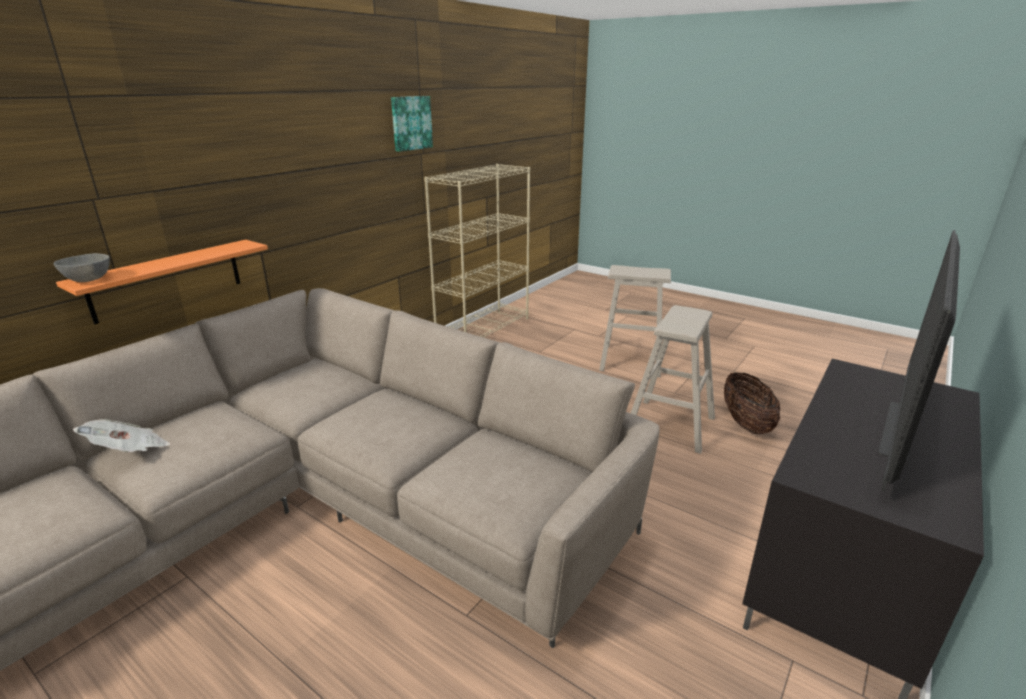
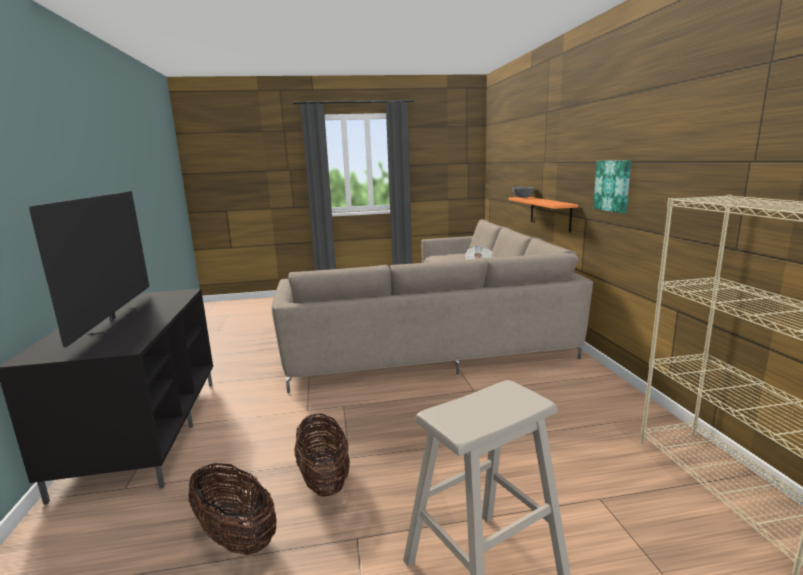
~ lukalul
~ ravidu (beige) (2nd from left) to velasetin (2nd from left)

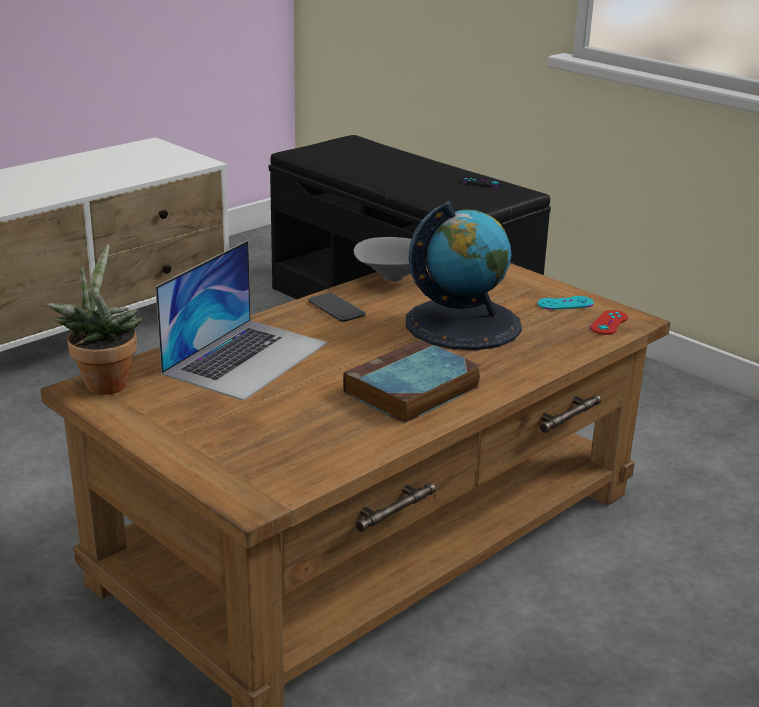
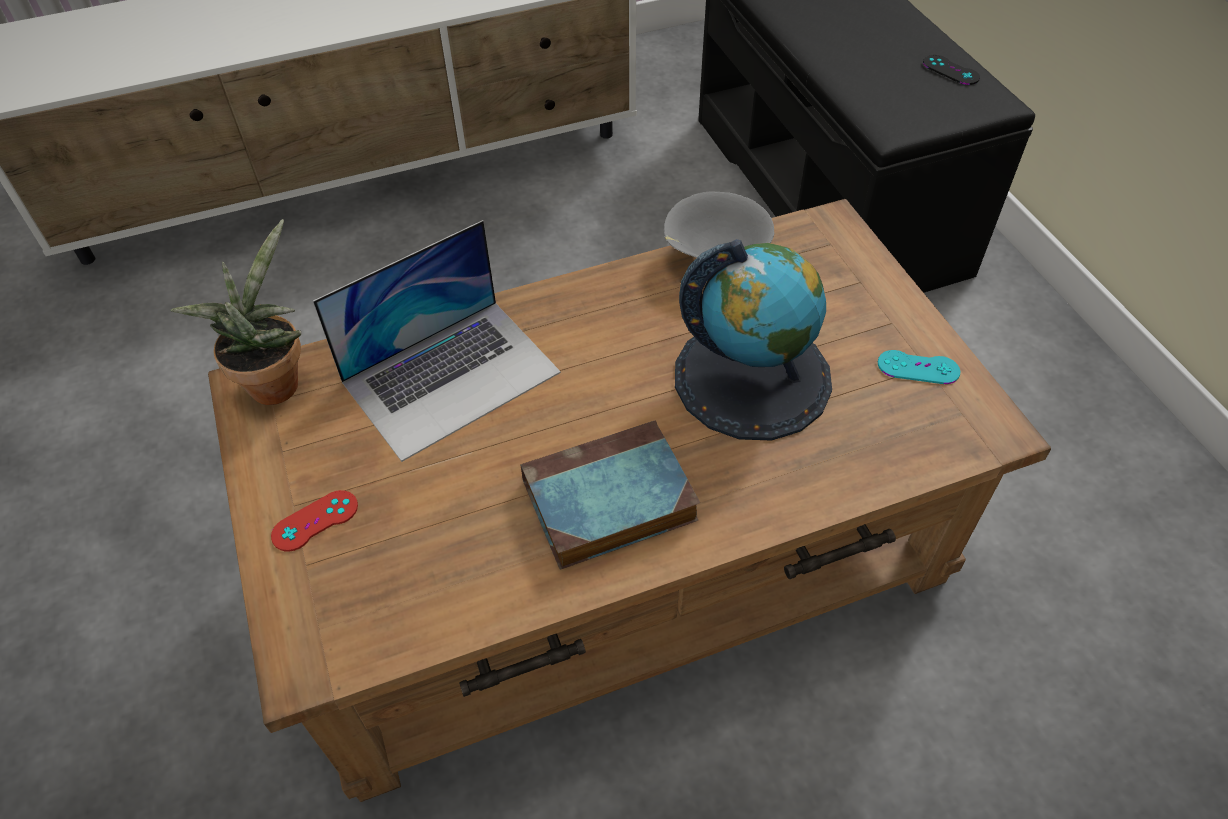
- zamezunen
~ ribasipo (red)

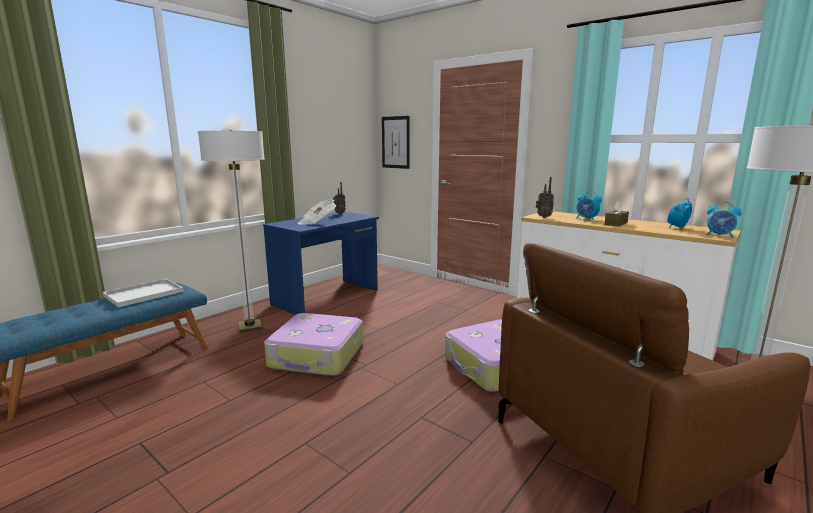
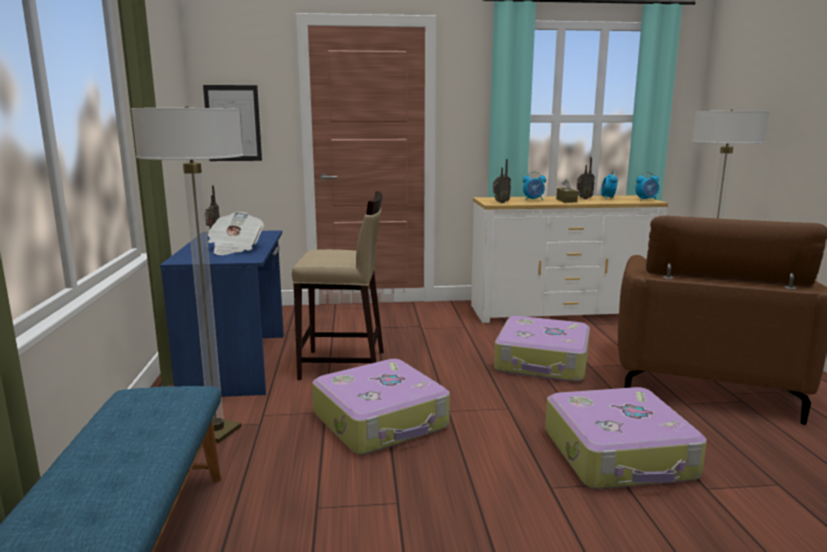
- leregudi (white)
+ ravidu (beige)
+ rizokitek (3rd from left)
+ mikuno (3rd from left)

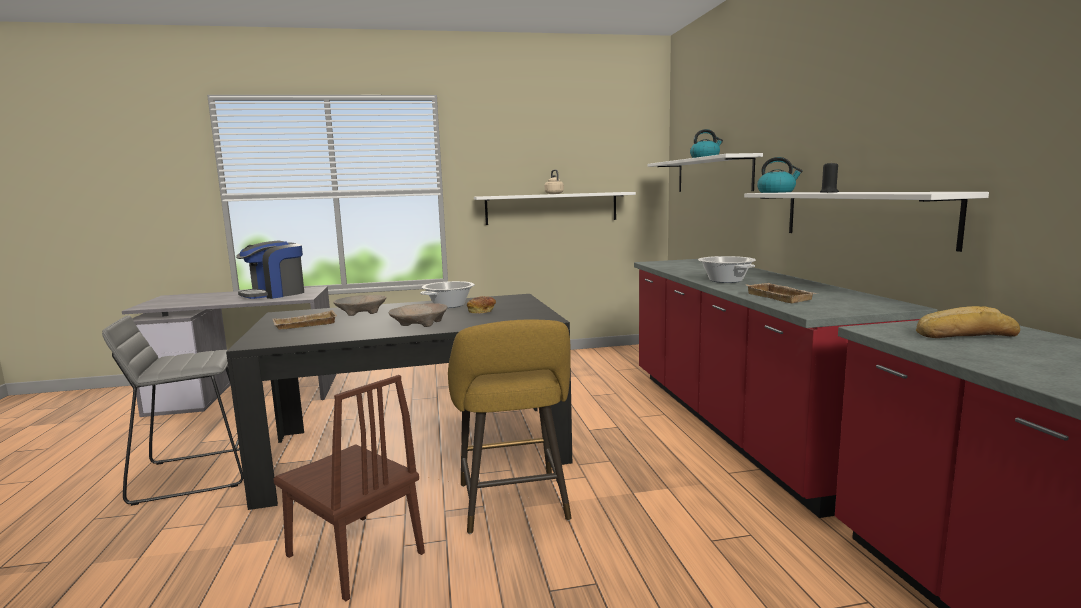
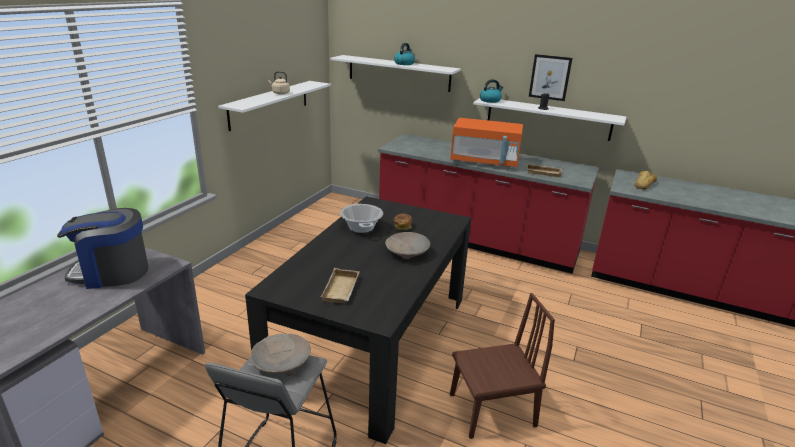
- ravidu (yellow)
+ lukalul
~ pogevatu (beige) (1st from left)
~ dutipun (2nd from left) to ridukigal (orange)
~ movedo 90 degrees clockwise

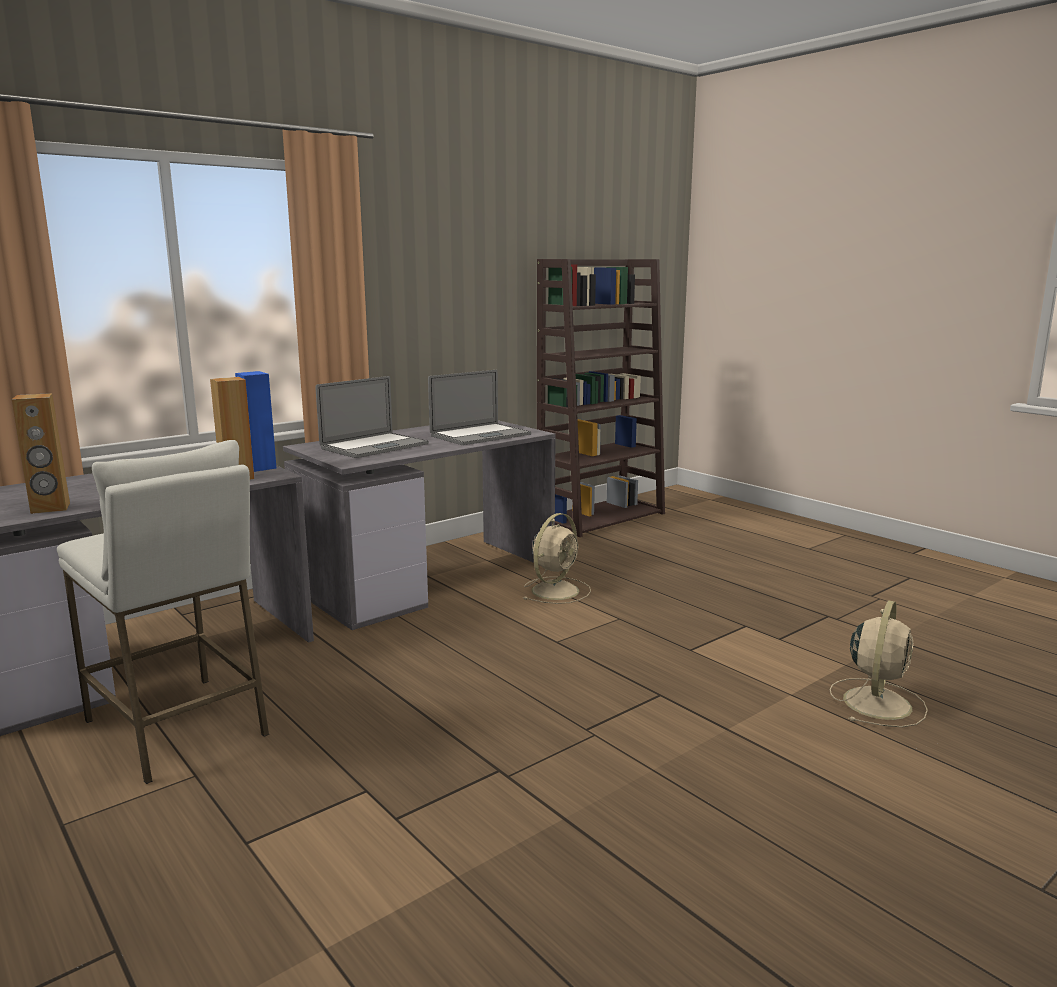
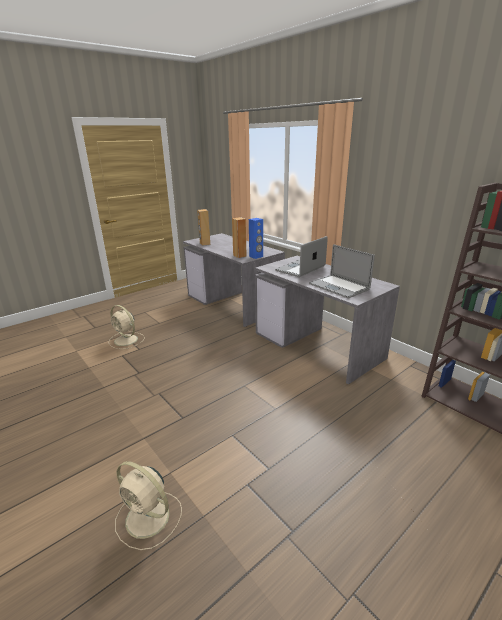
- ravidu (white)
~ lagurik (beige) (1st from left)
~ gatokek (1st from left) 90 degrees clockwise

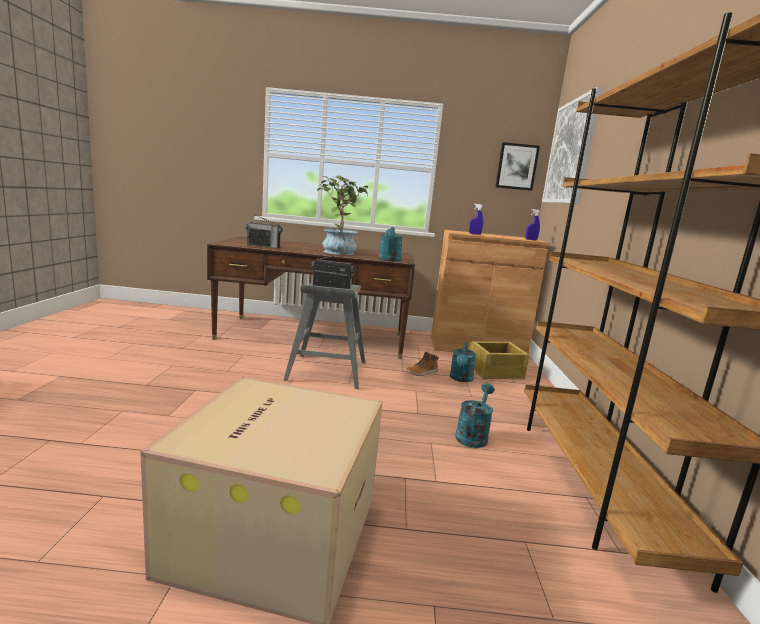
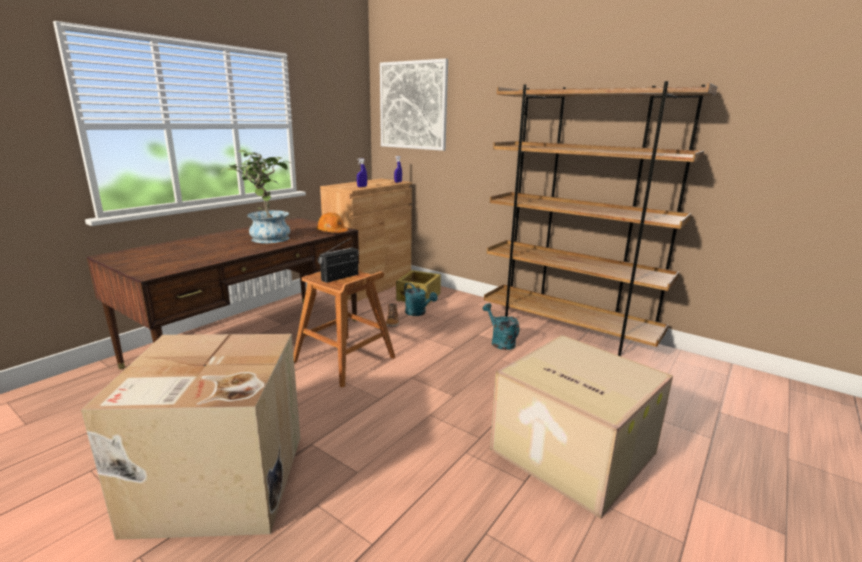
- mikuno (1st from left)
- lukalul (1st from left)
+ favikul (1st from left)
~ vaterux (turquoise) (1st from left) to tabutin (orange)
~ ravidu (grey) to ravidu (brown)

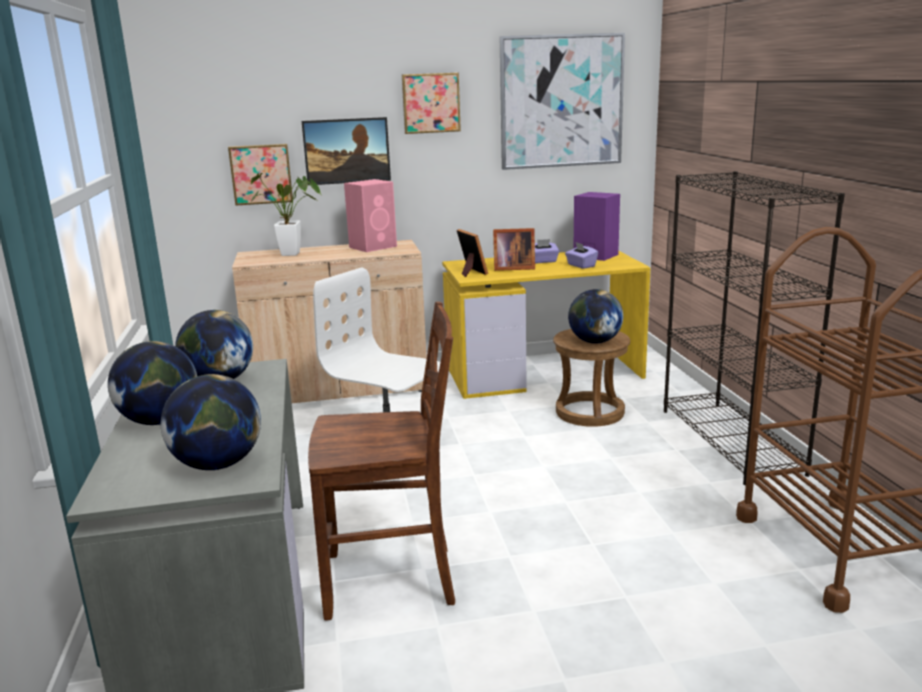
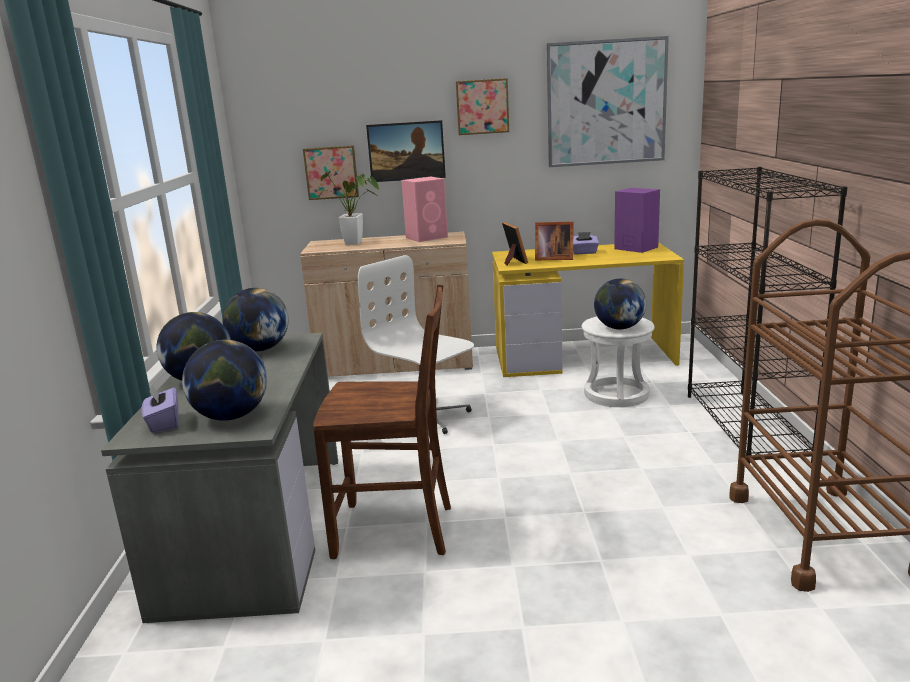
~ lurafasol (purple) (2nd from left in the first image) to lurafasol (purple) (1st from left)
~ ravidu (brown) to ravidu (white)

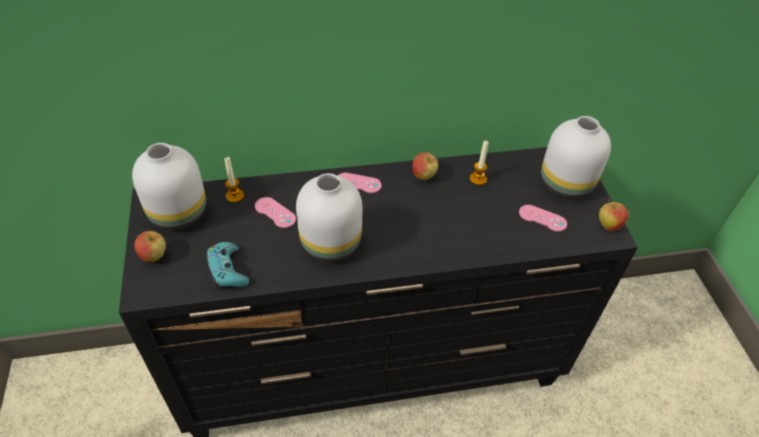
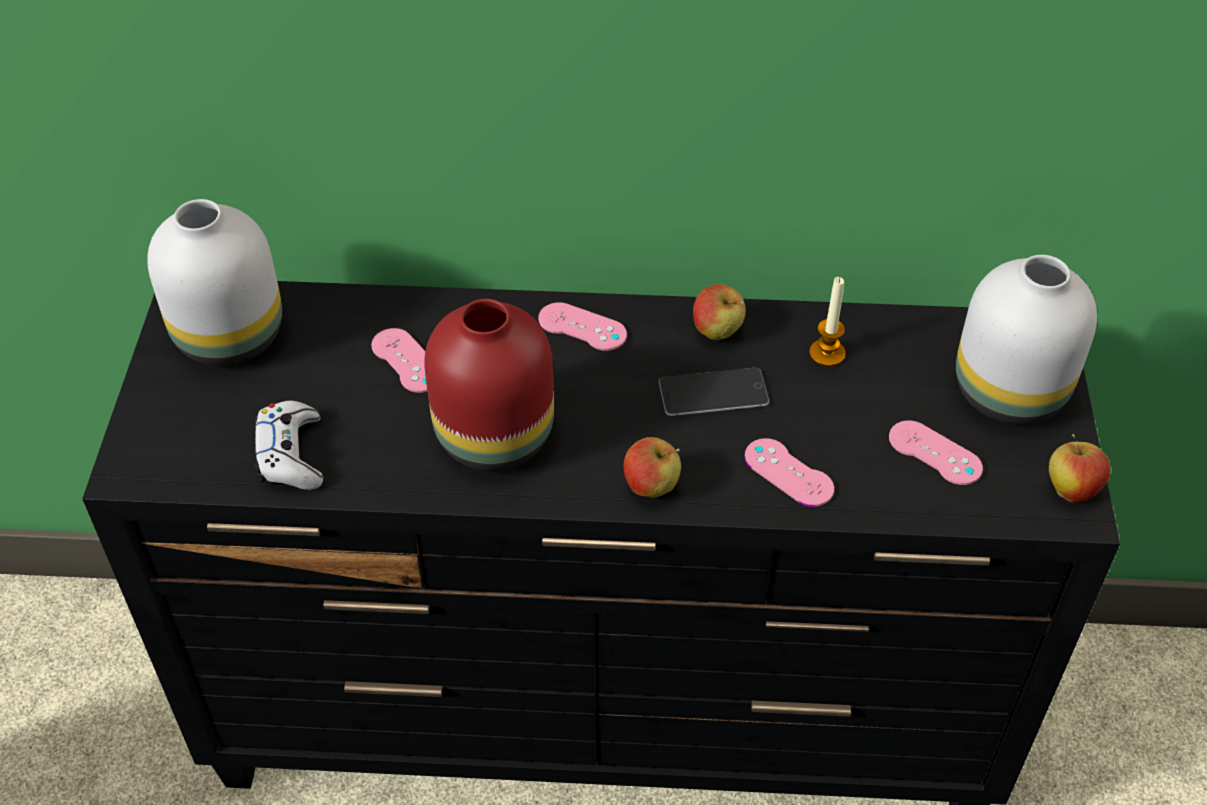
- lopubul (1st from left)
+ zamezunen
+ ribasipo (pink) (3rd from left)
~ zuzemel (1st from left)
~ ribasipo (turquoise) to ribasipo (white)
~ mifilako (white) (2nd from left) to mifilako (red)

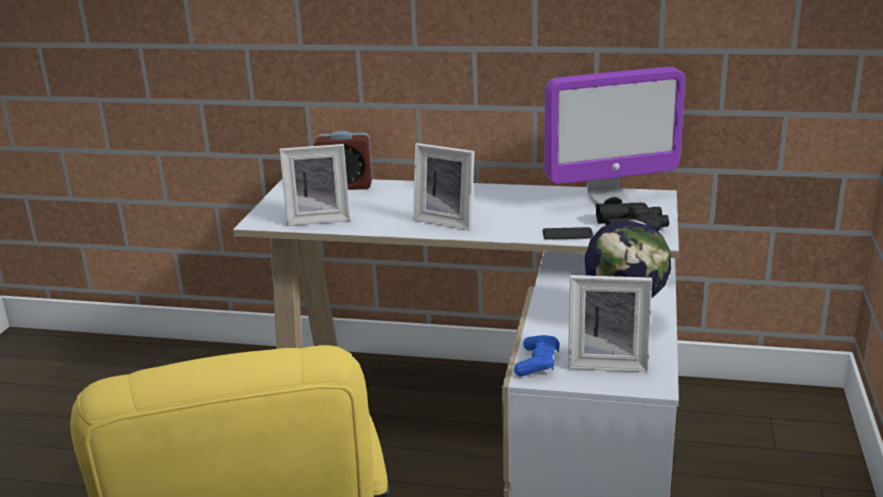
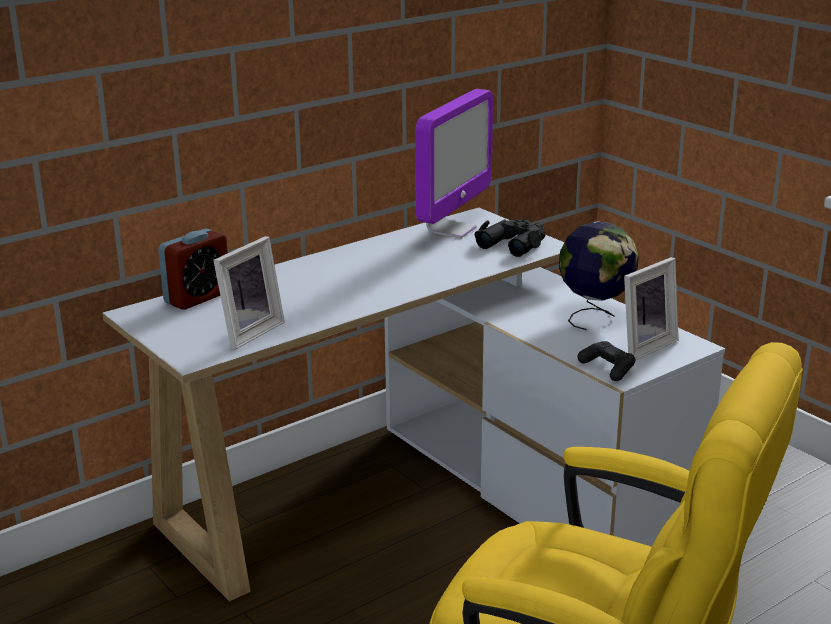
- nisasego (2nd from left)
- zamezunen
~ ribasipo (blue) to ribasipo (black)

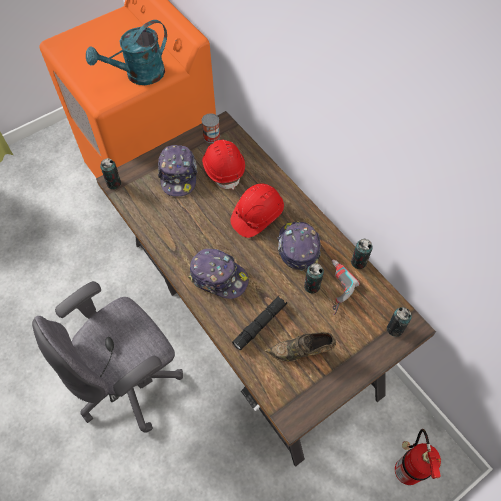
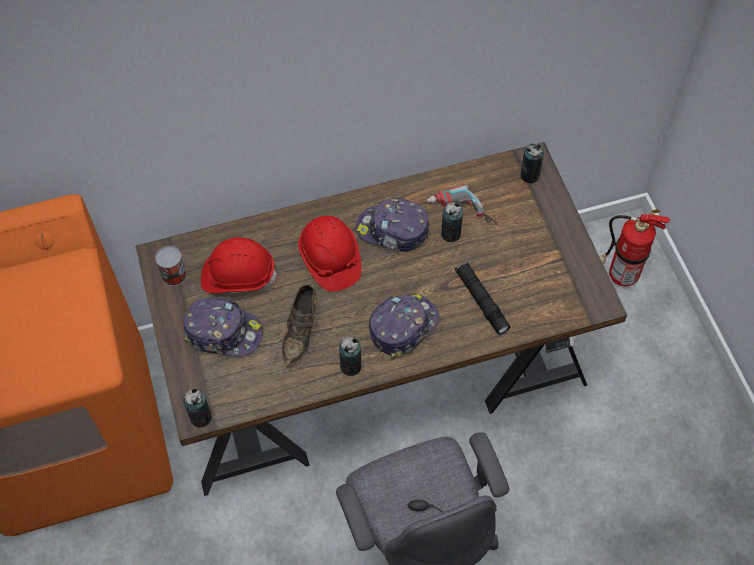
- vaterux (turquoise)
~ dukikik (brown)
~ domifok (4th from left in the first image) to domifok (3rd from left)

